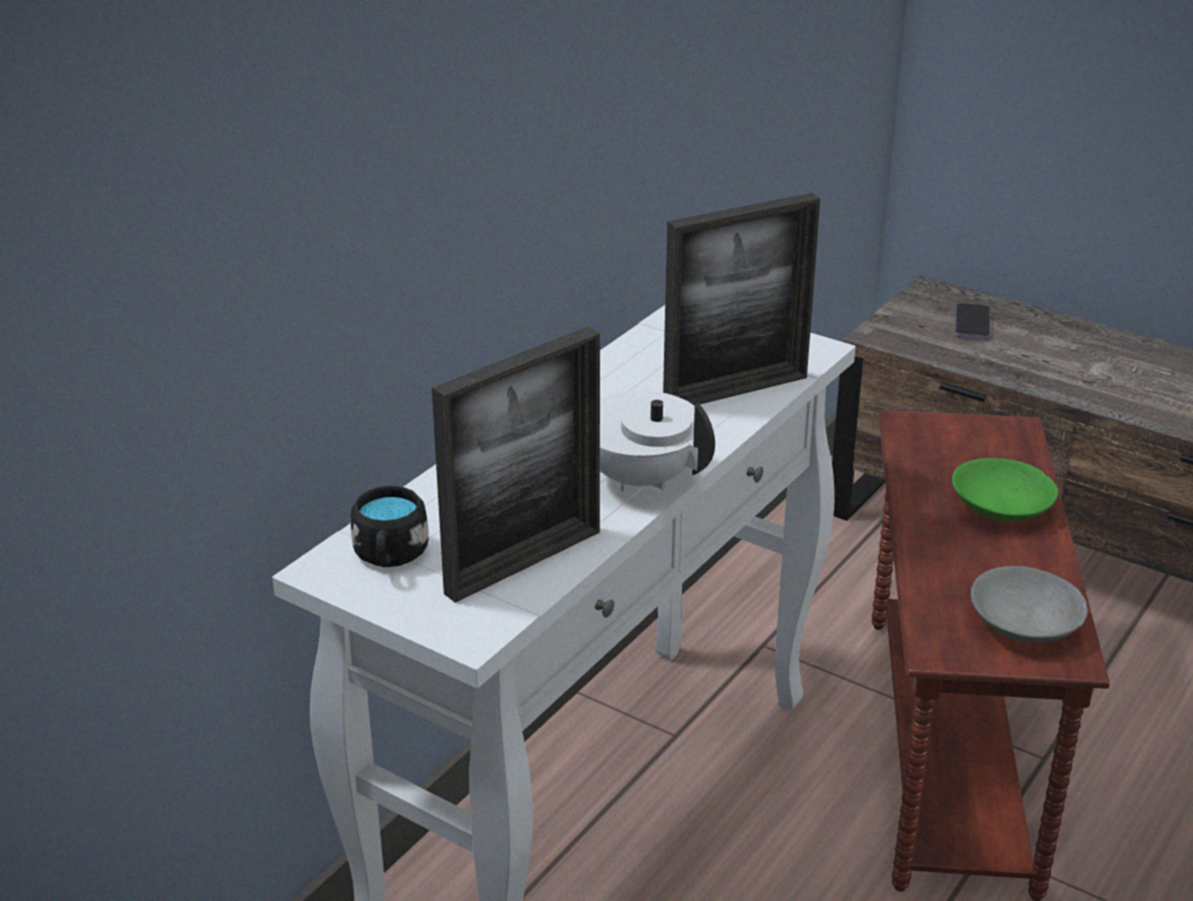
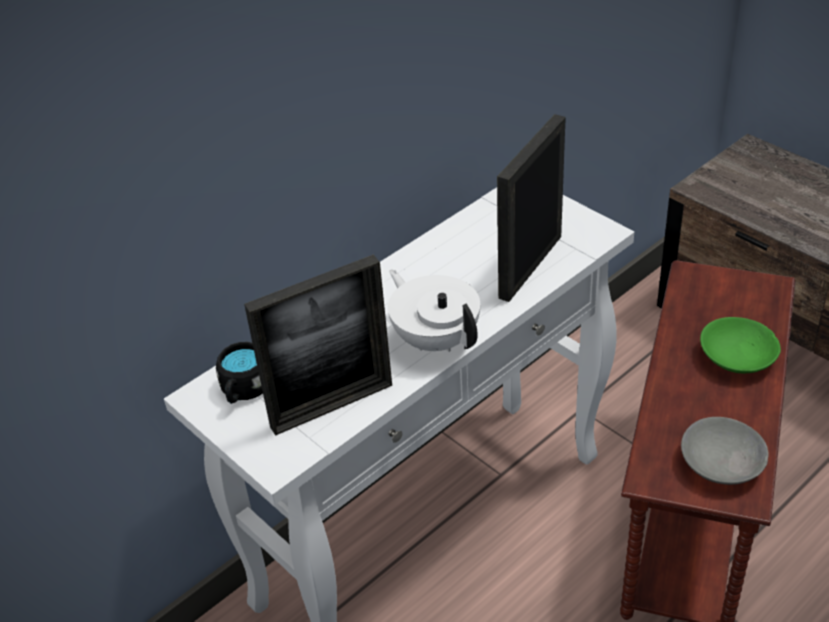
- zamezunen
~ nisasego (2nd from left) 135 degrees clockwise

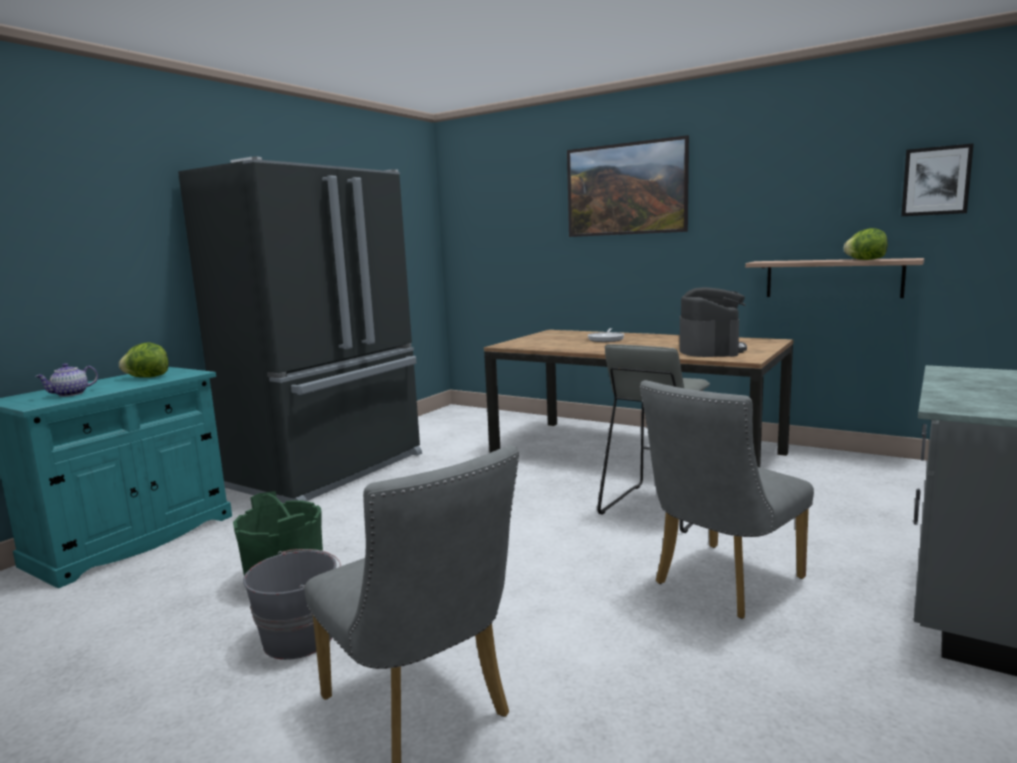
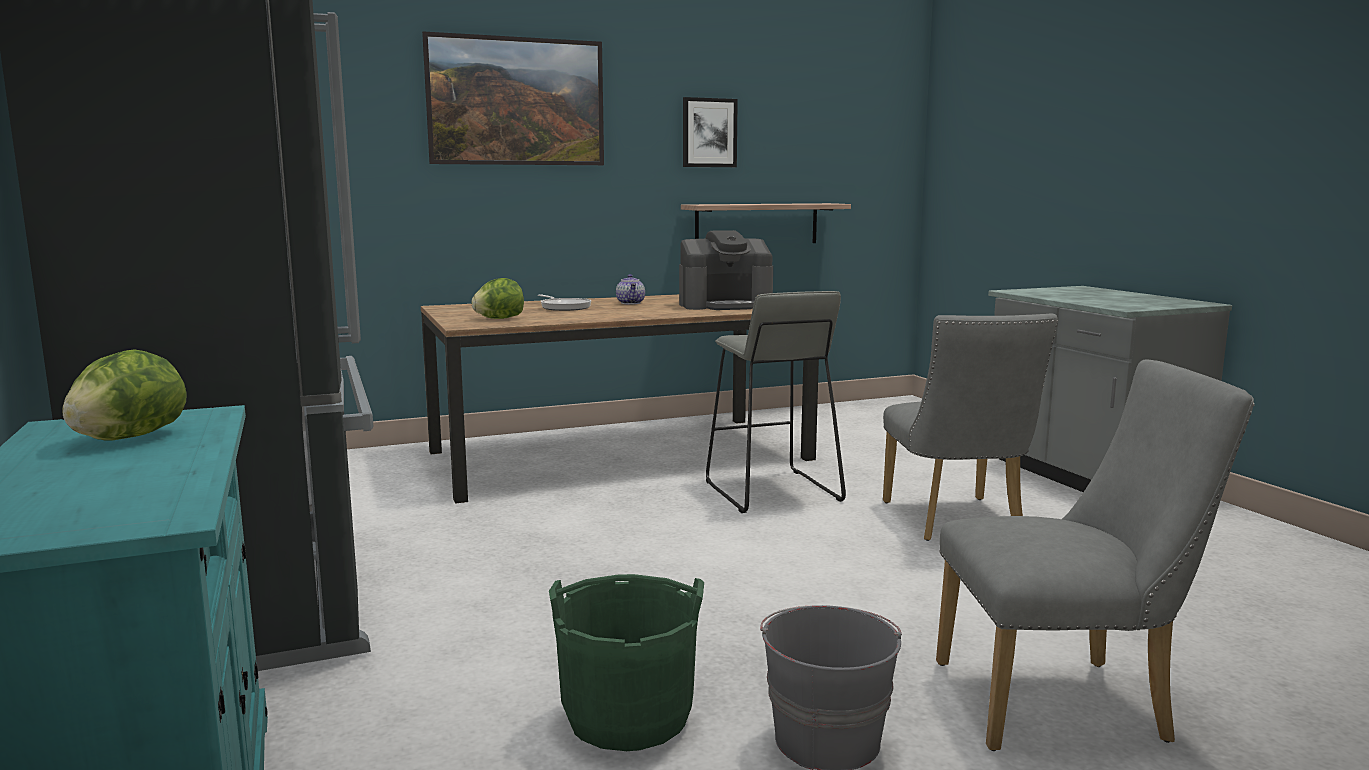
~ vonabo
~ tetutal (2nd from left)
~ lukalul (2nd from left)
~ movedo 120 degrees clockwise

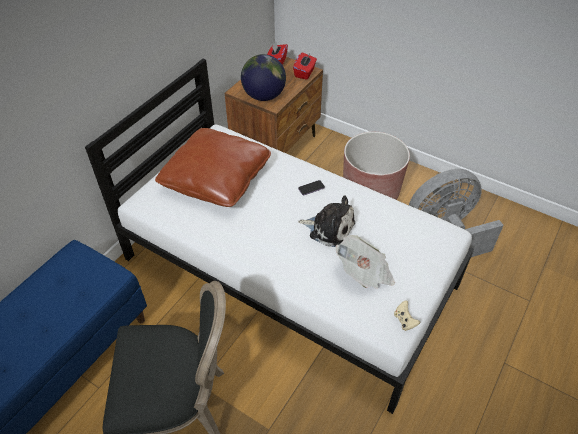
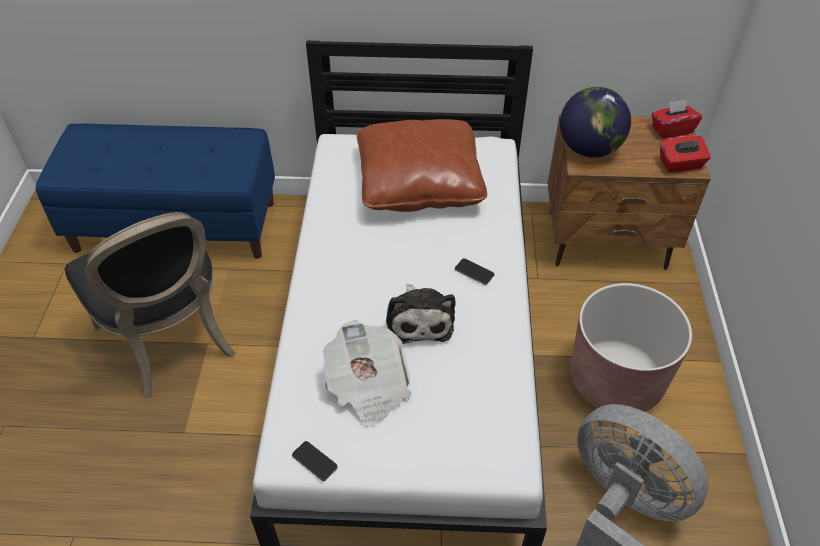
~ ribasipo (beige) to zamezunen (1st from left)

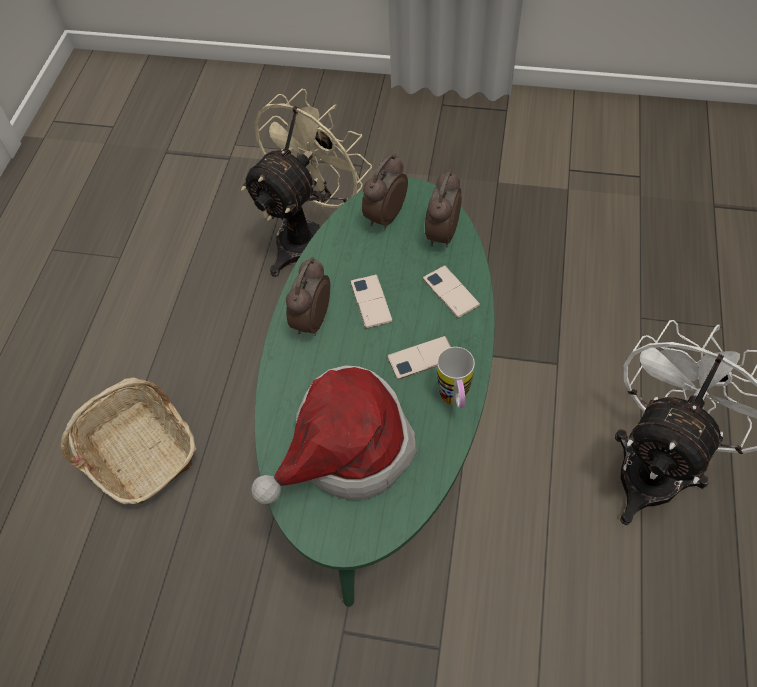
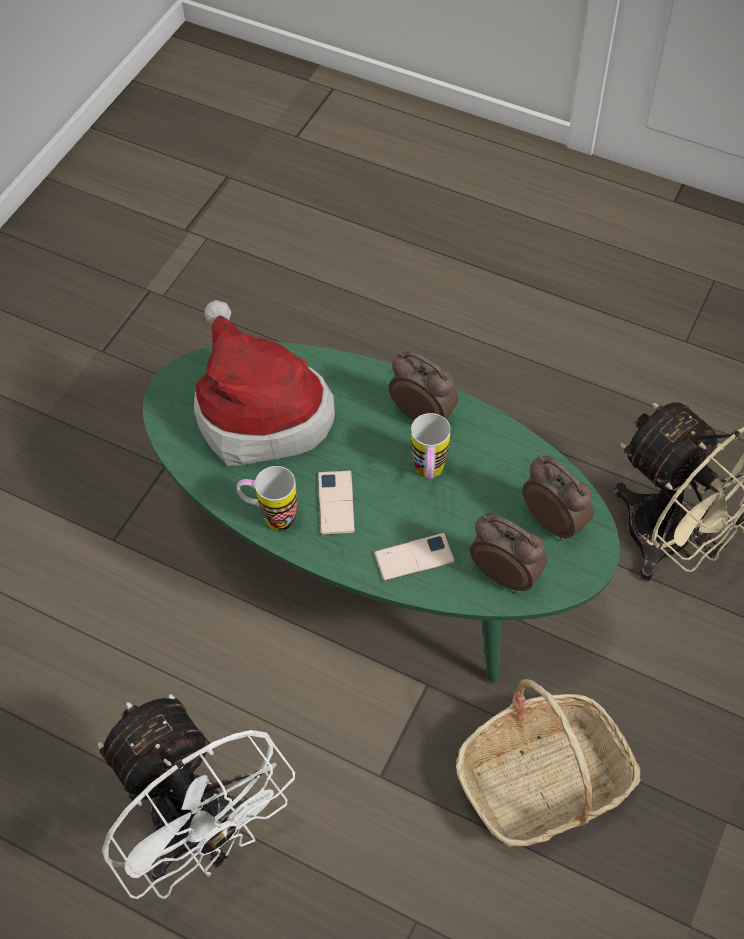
~ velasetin
~ zamezunen (1st from left) to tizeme (2nd from left)

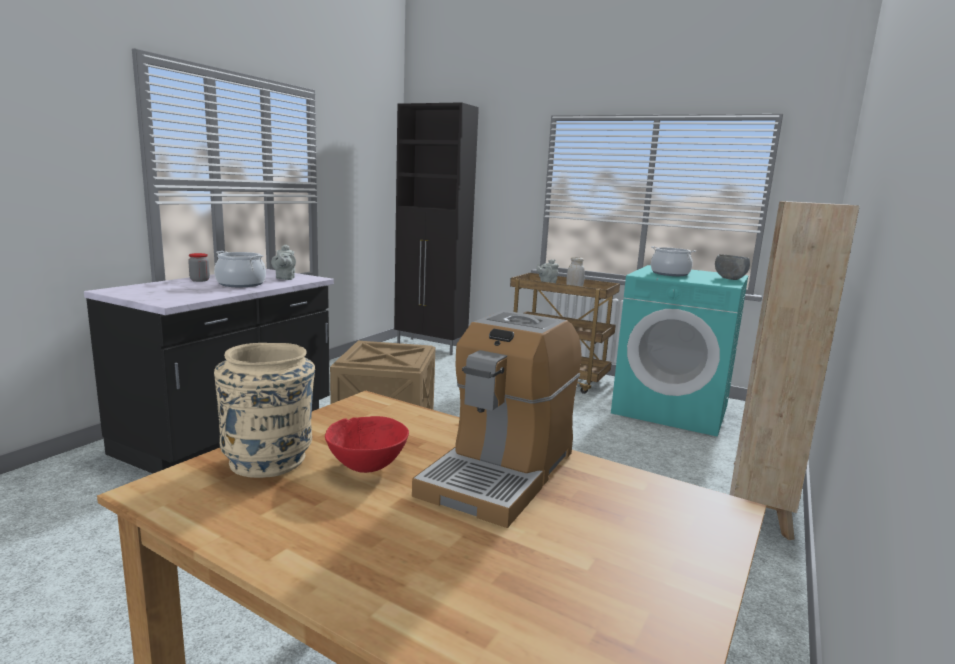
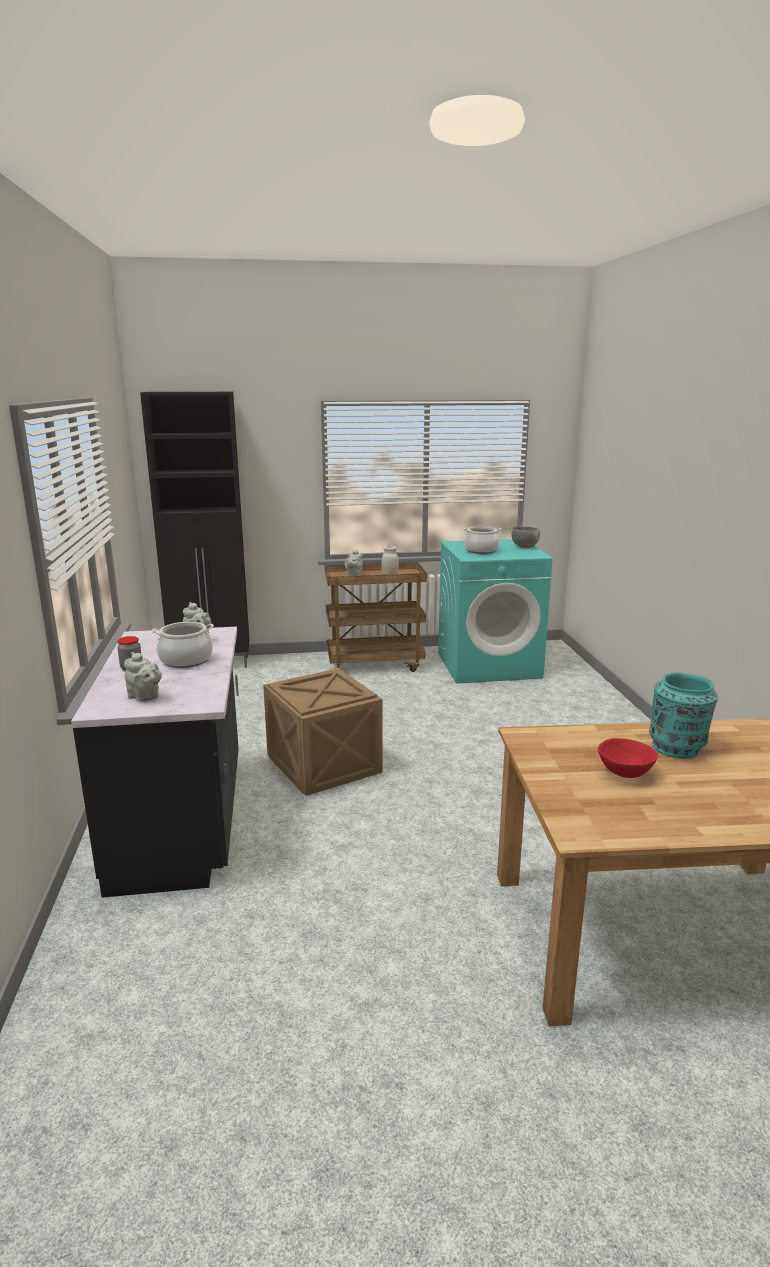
- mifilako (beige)
- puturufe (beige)
+ vonabo (grey) (1st from left)
~ movedo to mifilako (turquoise)

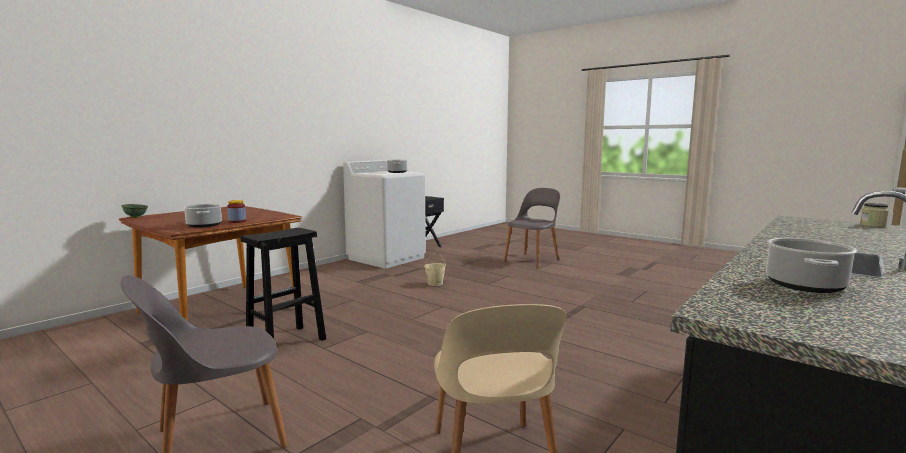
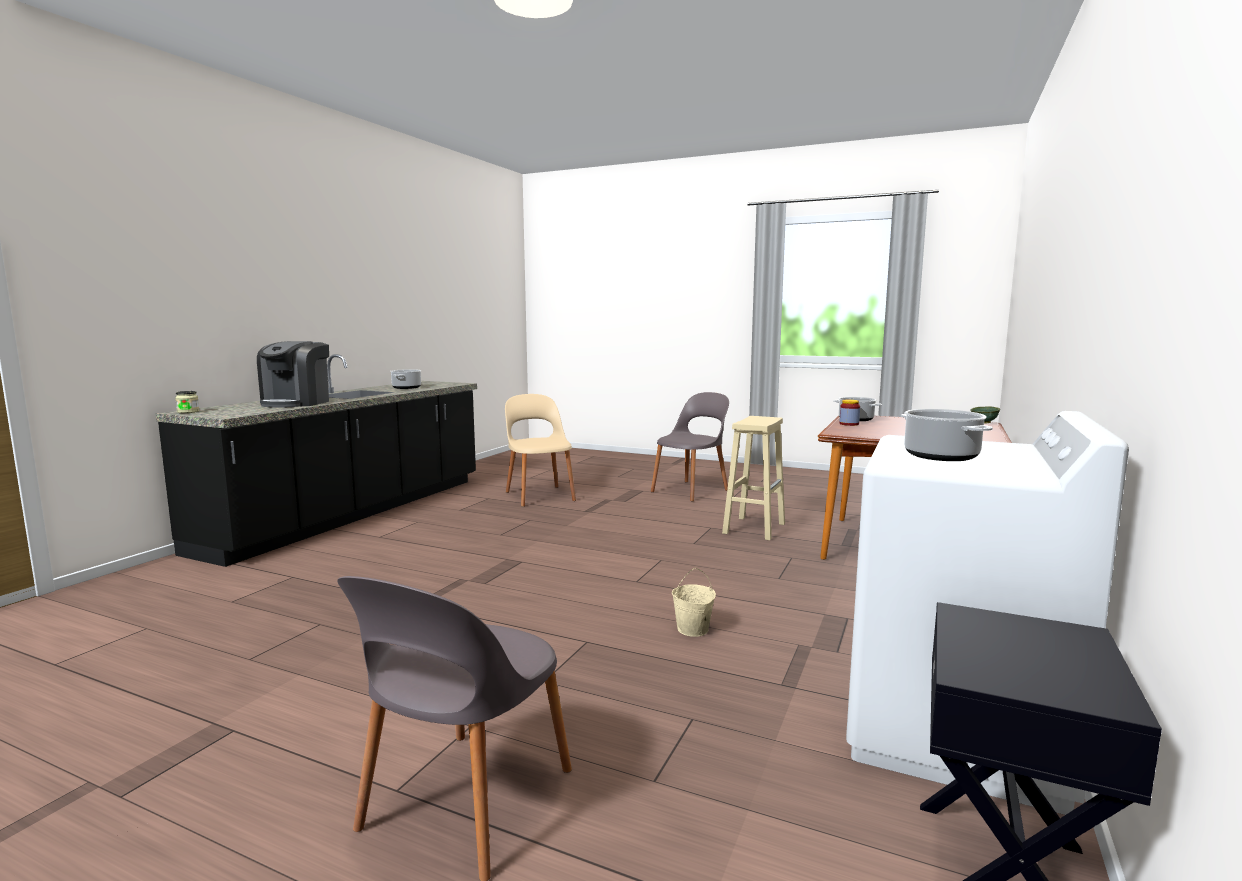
+ movedo
~ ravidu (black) to ravidu (beige)

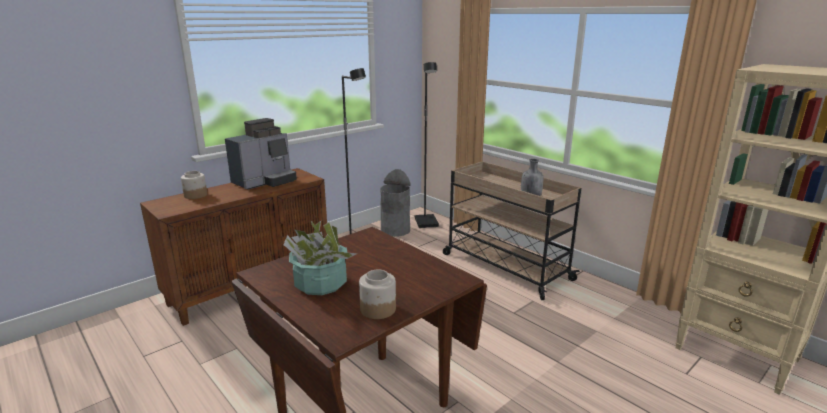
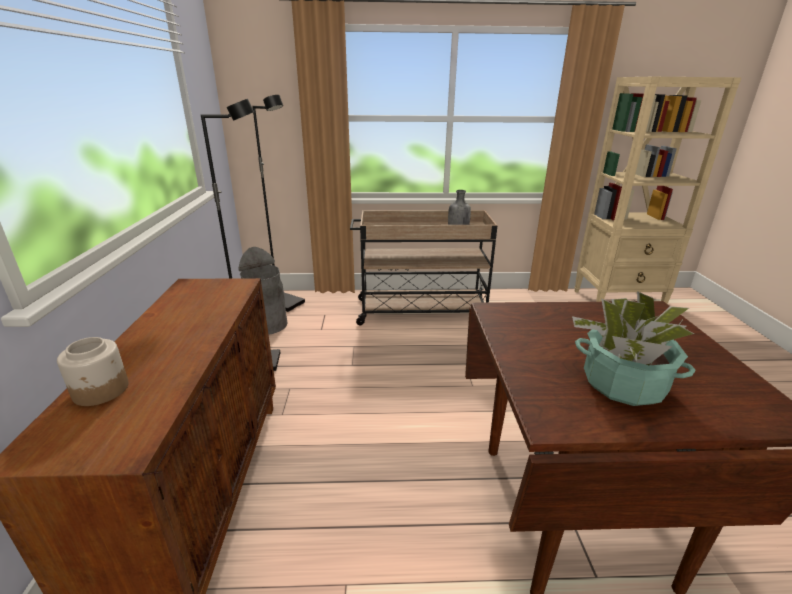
- movedo
- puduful (2nd from left)

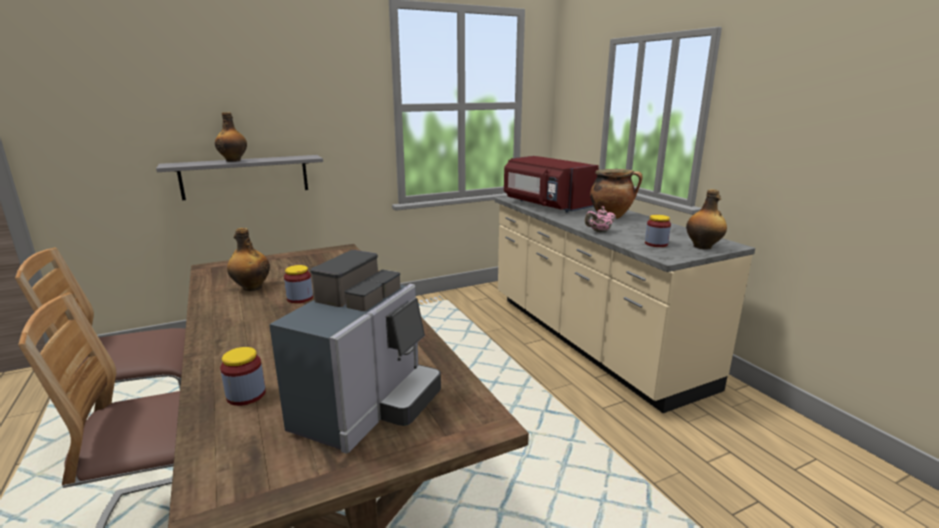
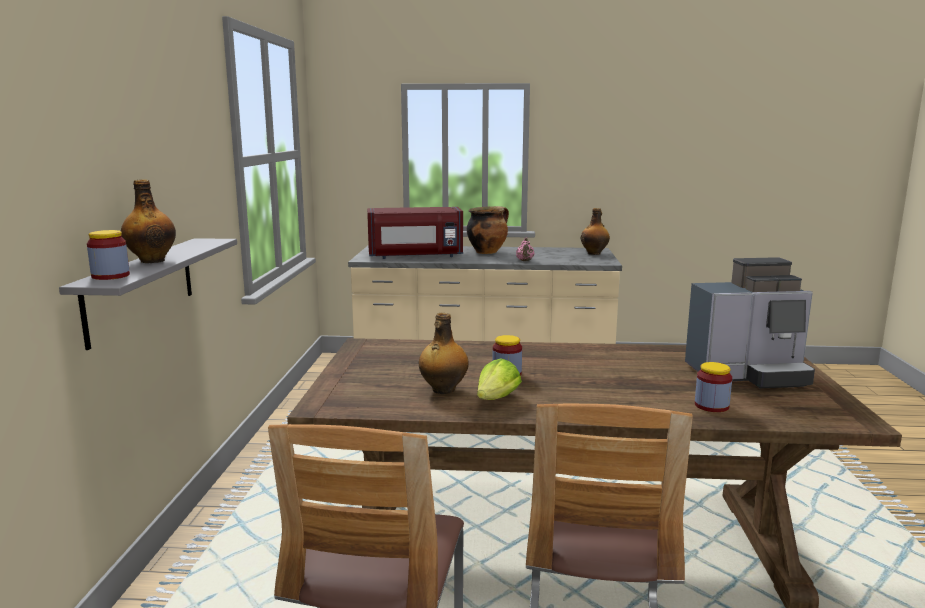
+ tetutal
~ puduful (3rd from left in the first image) to puduful (1st from left)
~ movedo 120 degrees clockwise

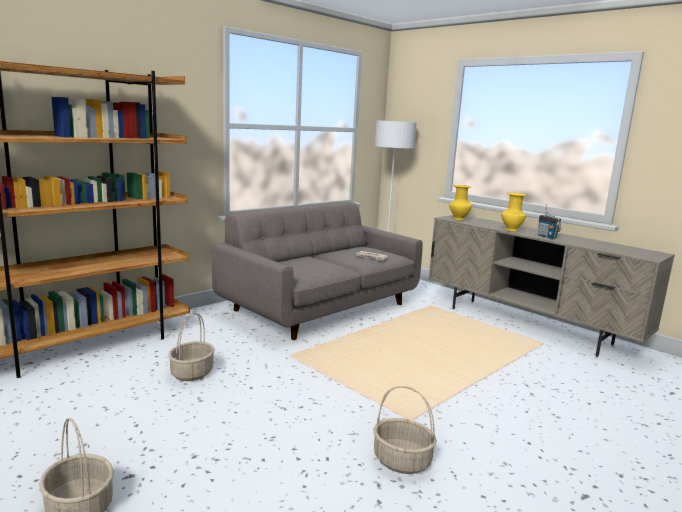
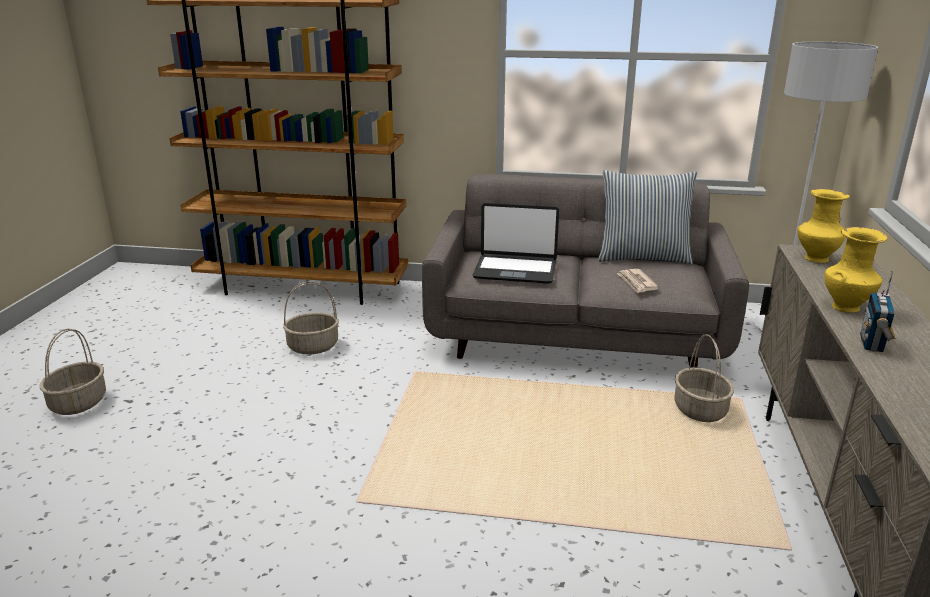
+ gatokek
+ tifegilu
~ velasetin (3rd from left)

